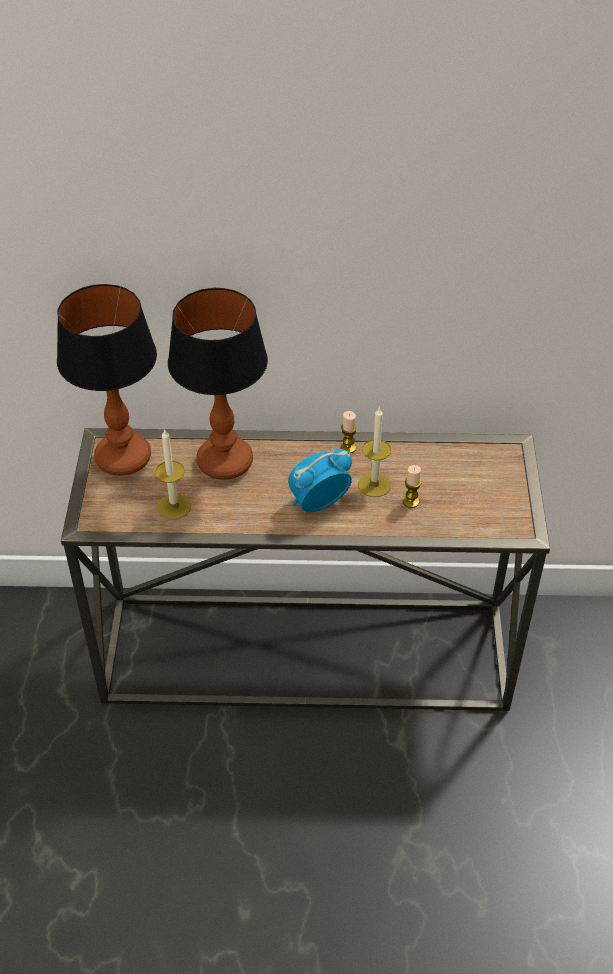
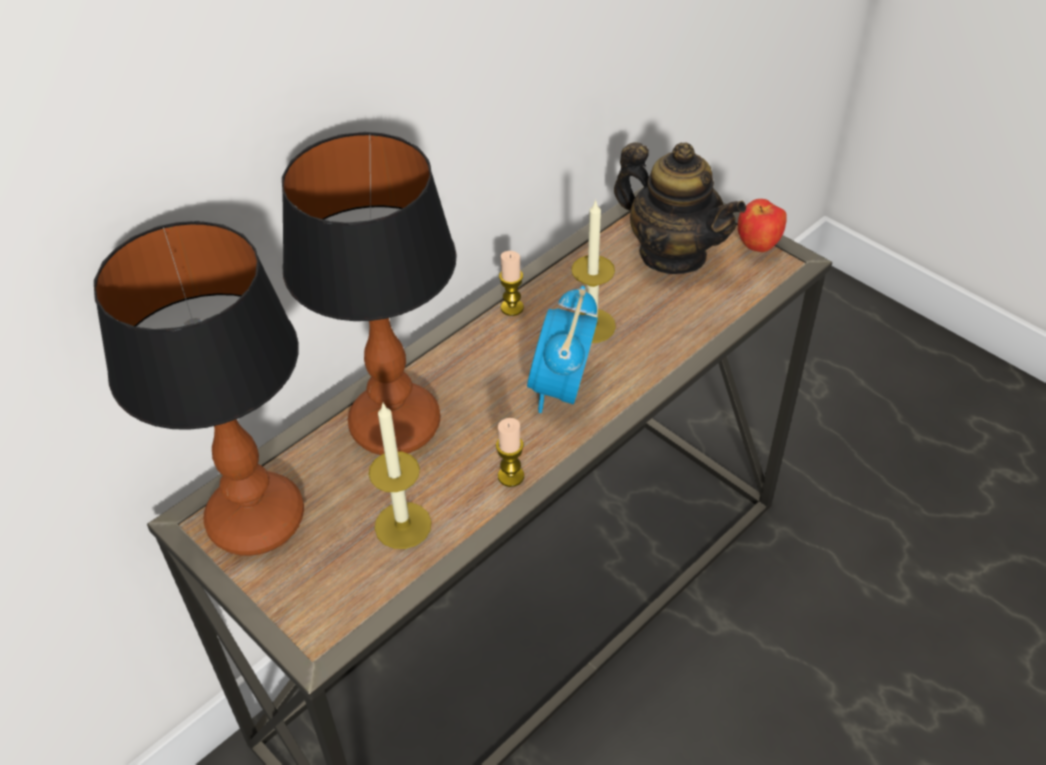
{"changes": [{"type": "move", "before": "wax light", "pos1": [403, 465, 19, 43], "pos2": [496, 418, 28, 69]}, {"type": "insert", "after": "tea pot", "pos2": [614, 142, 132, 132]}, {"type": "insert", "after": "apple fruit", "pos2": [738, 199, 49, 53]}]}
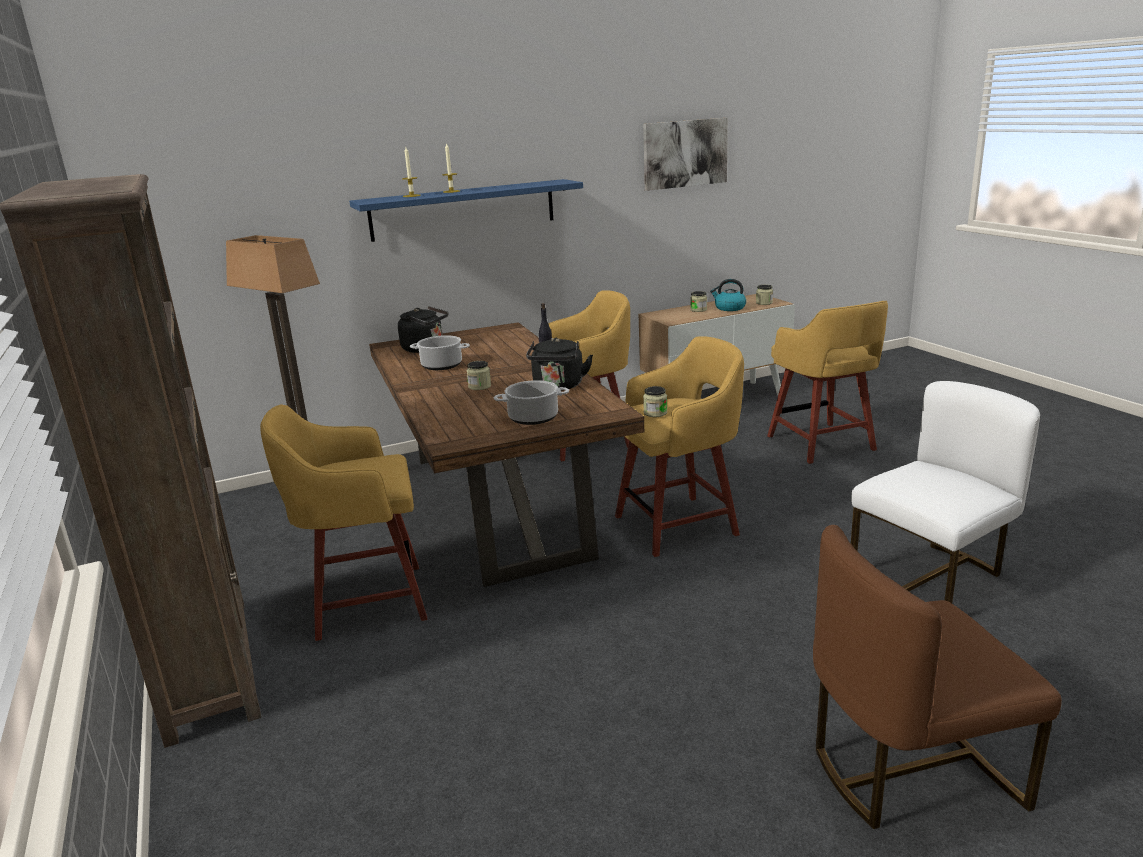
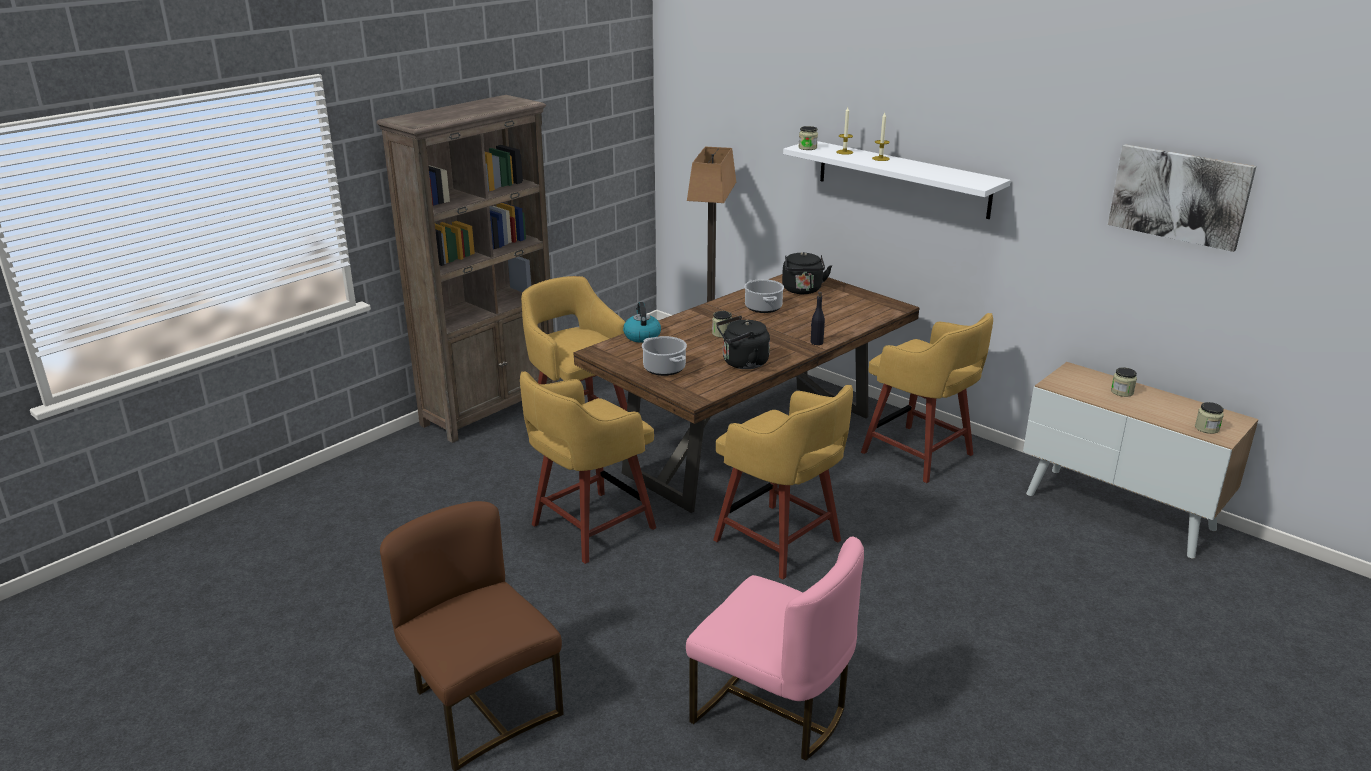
{"changes": [{"type": "recolor", "before": "wall shelf/blue-coloured", "after": "wall shelf/whitish", "pos1": [349, 179, 234, 63], "pos2": [783, 141, 228, 78]}, {"type": "move", "before": "jar", "pos1": [643, 386, 24, 31], "pos2": [799, 126, 19, 24]}, {"type": "move", "before": "water kettle", "pos1": [710, 279, 36, 32], "pos2": [623, 302, 38, 41]}, {"type": "move", "before": "stool/yellowish", "pos1": [767, 301, 121, 163], "pos2": [520, 372, 136, 192]}, {"type": "recolor", "before": "plain chair/whitish", "after": "plain chair/pinkish", "pos1": [851, 381, 189, 222], "pos2": [686, 537, 178, 224]}]}
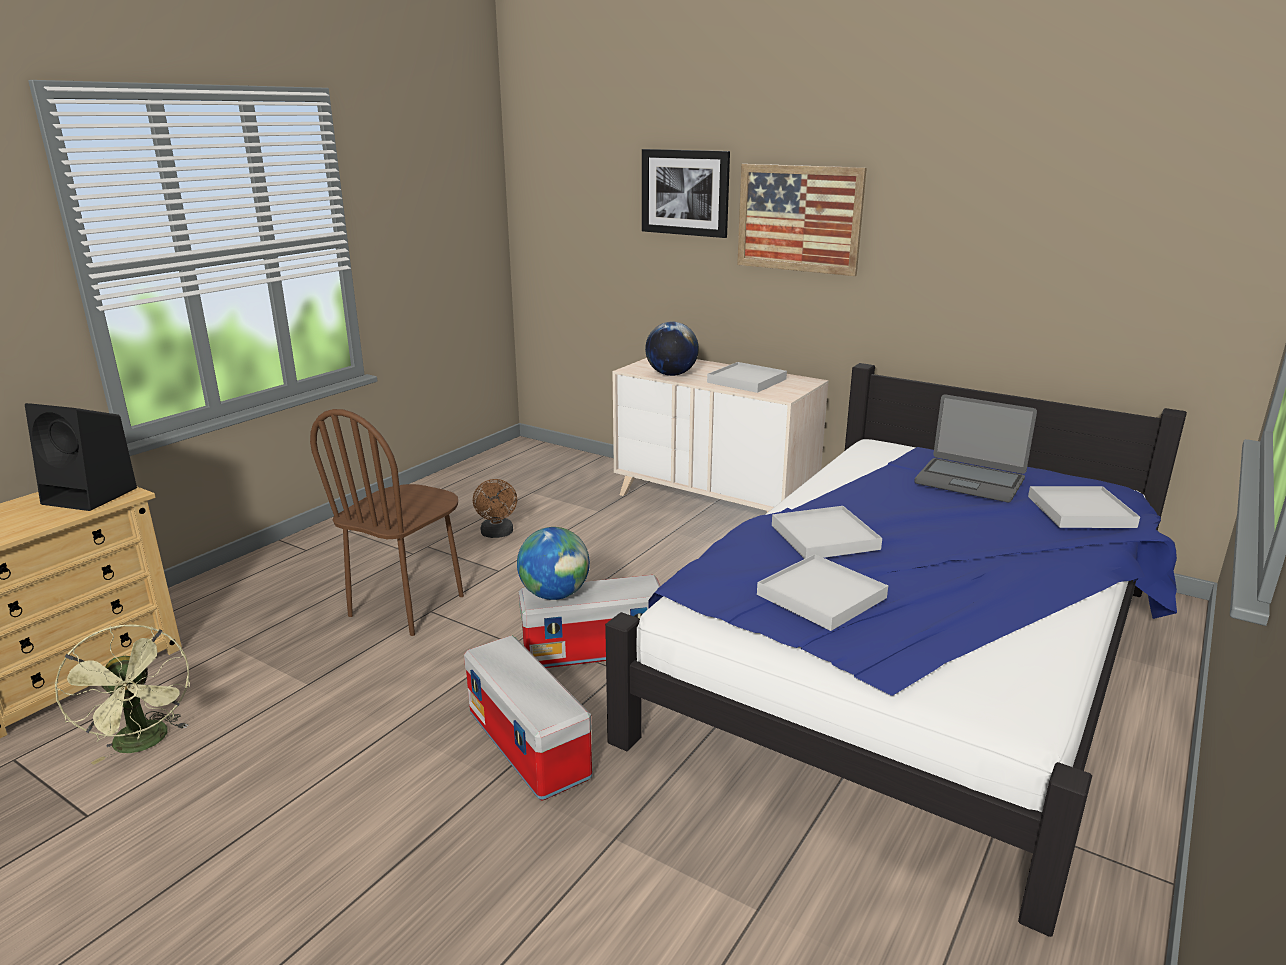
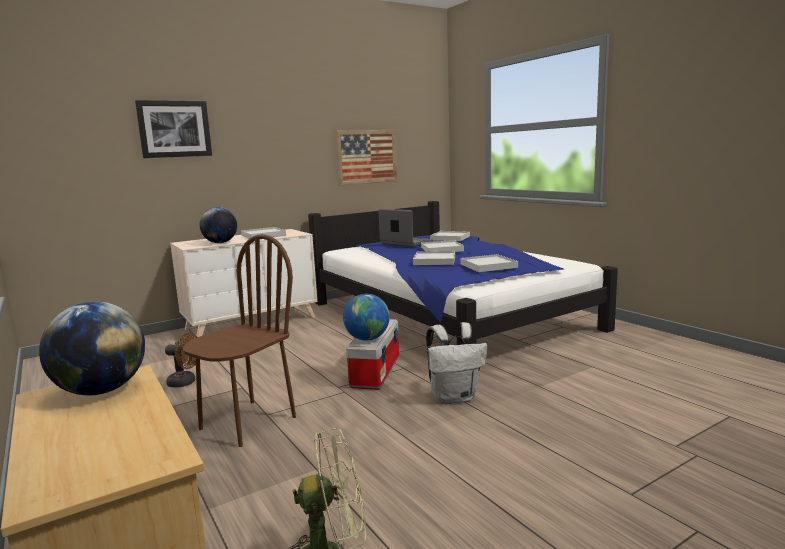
{"changes": [{"type": "replace", "before": "audio speaker/black", "after": "globe", "pos1": [25, 403, 112, 108], "pos2": [39, 301, 106, 94]}, {"type": "rotate", "before": "plain chair/brown", "pos1": [310, 409, 154, 227], "pos2": [182, 234, 114, 213], "turn": -105}, {"type": "replace", "before": "storage box", "after": "backpack/whitish", "pos1": [464, 635, 128, 166], "pos2": [426, 322, 61, 82]}, {"type": "move", "before": "wall picture", "pos1": [737, 164, 130, 112], "pos2": [335, 130, 62, 55]}, {"type": "rotate", "before": "portable computer", "pos1": [914, 394, 123, 108], "pos2": [378, 209, 55, 38], "turn": -105}, {"type": "insert", "after": "serving tray/whitish", "pos2": [421, 240, 43, 12]}]}
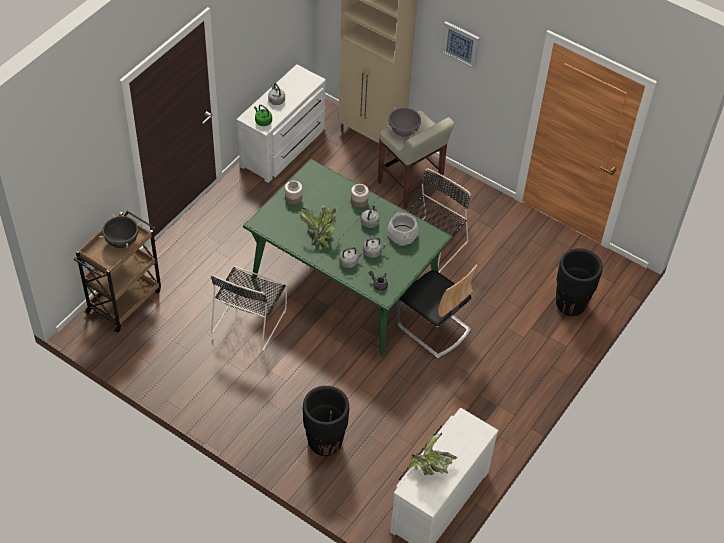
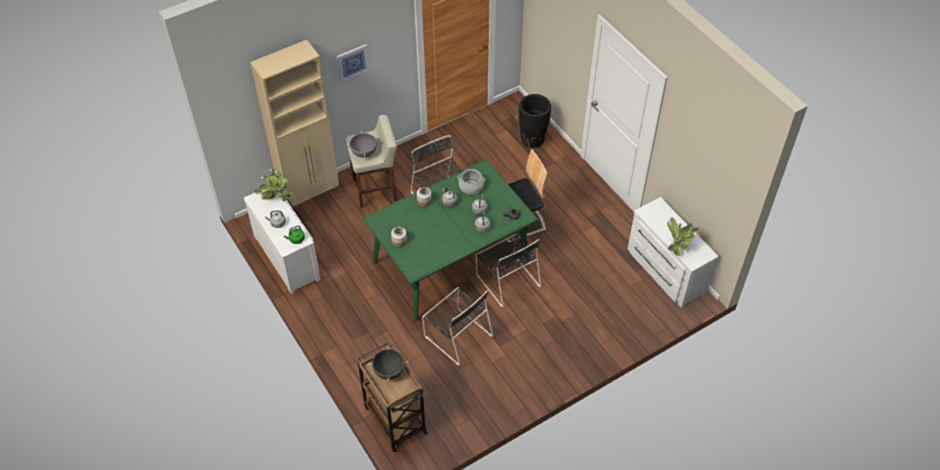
{"changes": [{"type": "move", "before": "plant in a pot", "pos1": [300, 205, 37, 43], "pos2": [254, 169, 38, 33]}, {"type": "delete", "before": "plant pot/black", "pos1": [303, 386, 46, 70]}, {"type": "insert", "after": "plain chair/black", "pos2": [476, 234, 65, 73]}]}
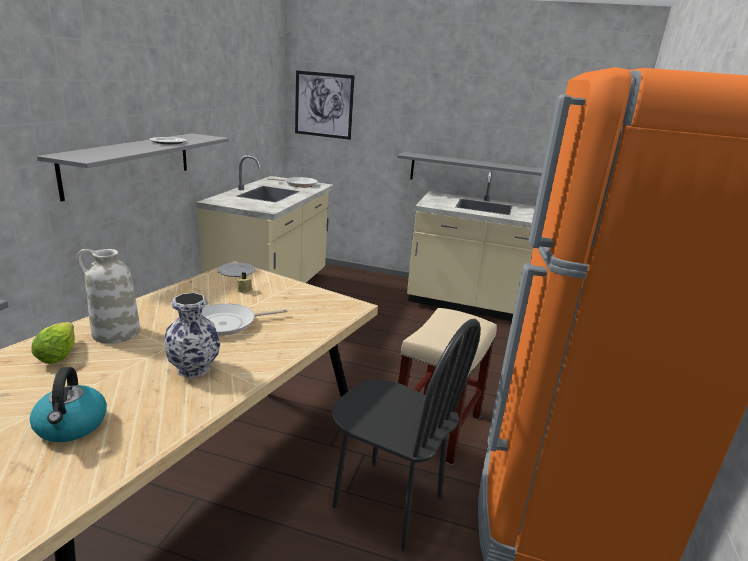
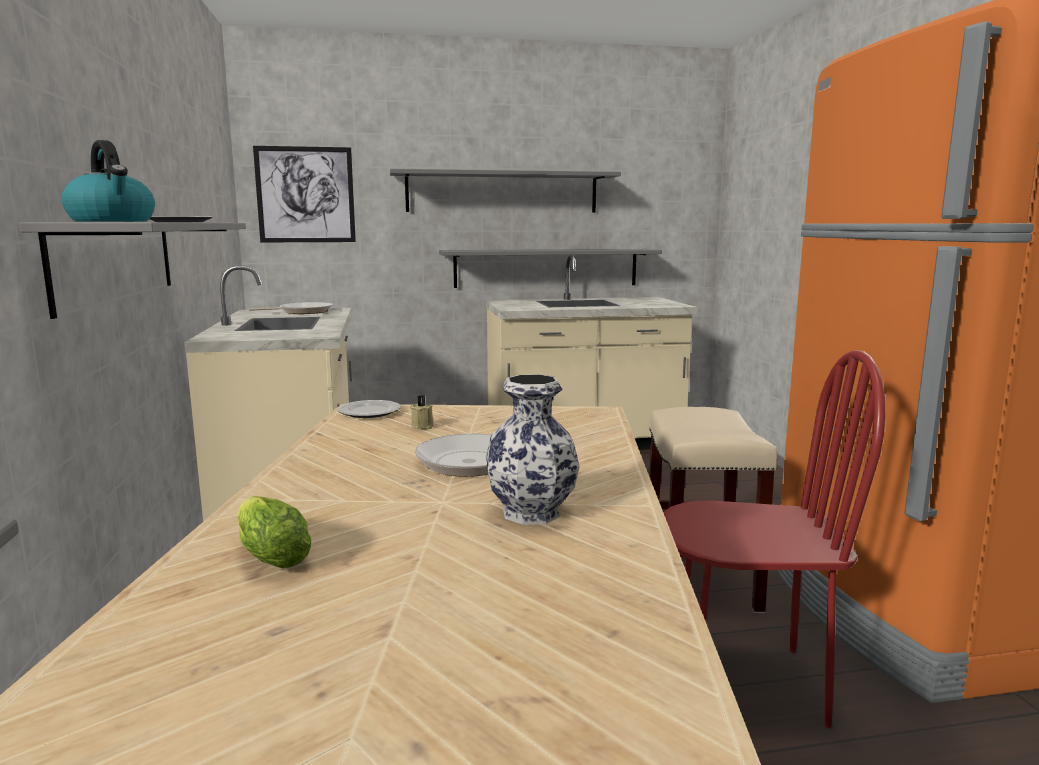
{"changes": [{"type": "move", "before": "water kettle", "pos1": [30, 367, 77, 75], "pos2": [61, 140, 94, 82]}, {"type": "delete", "before": "vase/whitish", "pos1": [77, 249, 63, 95]}, {"type": "recolor", "before": "plain chair/black", "after": "plain chair/reddish", "pos1": [332, 319, 149, 232], "pos2": [663, 350, 222, 378]}, {"type": "insert", "after": "wall shelf/grey", "pos2": [390, 169, 231, 43]}]}
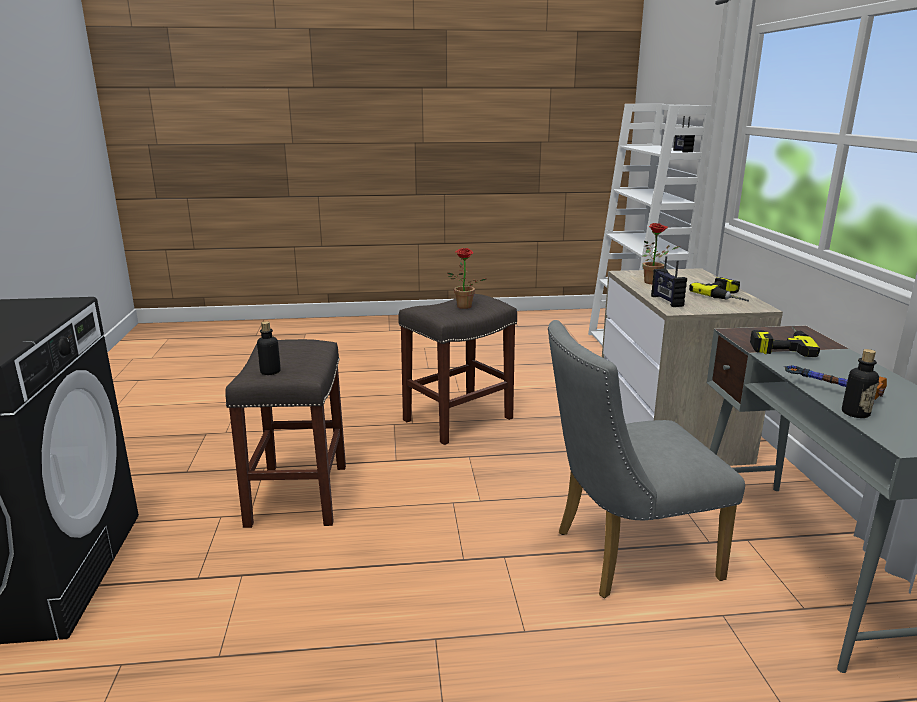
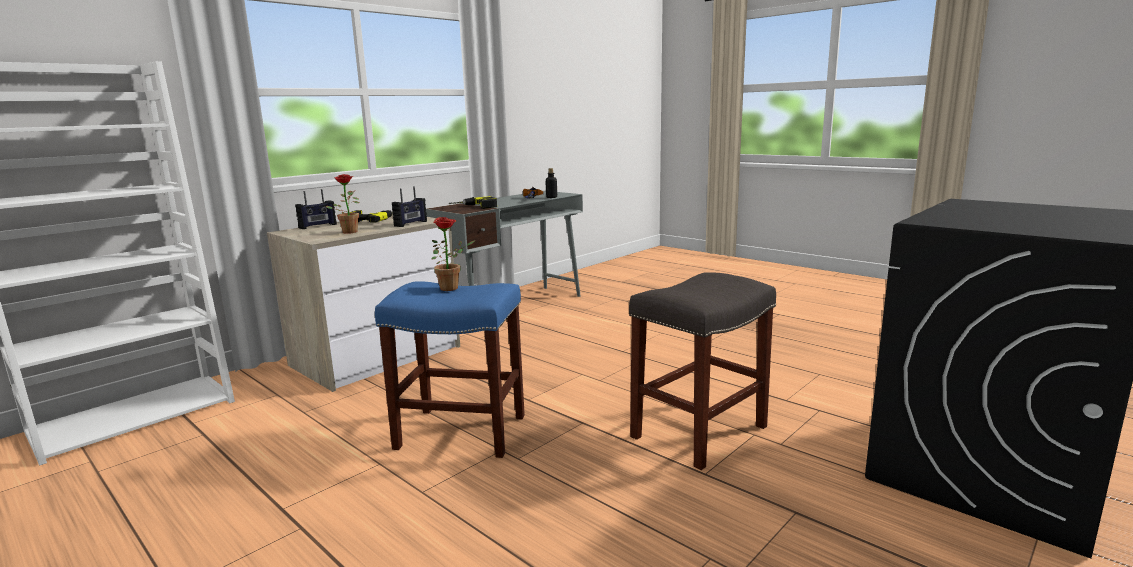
{"changes": [{"type": "delete", "before": "beverage bottle", "pos1": [257, 321, 24, 54]}, {"type": "recolor", "before": "stool/grey", "after": "stool/blue-coloured", "pos1": [398, 294, 119, 151], "pos2": [375, 281, 150, 177]}, {"type": "delete", "before": "plain chair/grey", "pos1": [548, 320, 197, 278]}, {"type": "move", "before": "radio", "pos1": [673, 116, 22, 36], "pos2": [295, 189, 42, 40]}]}
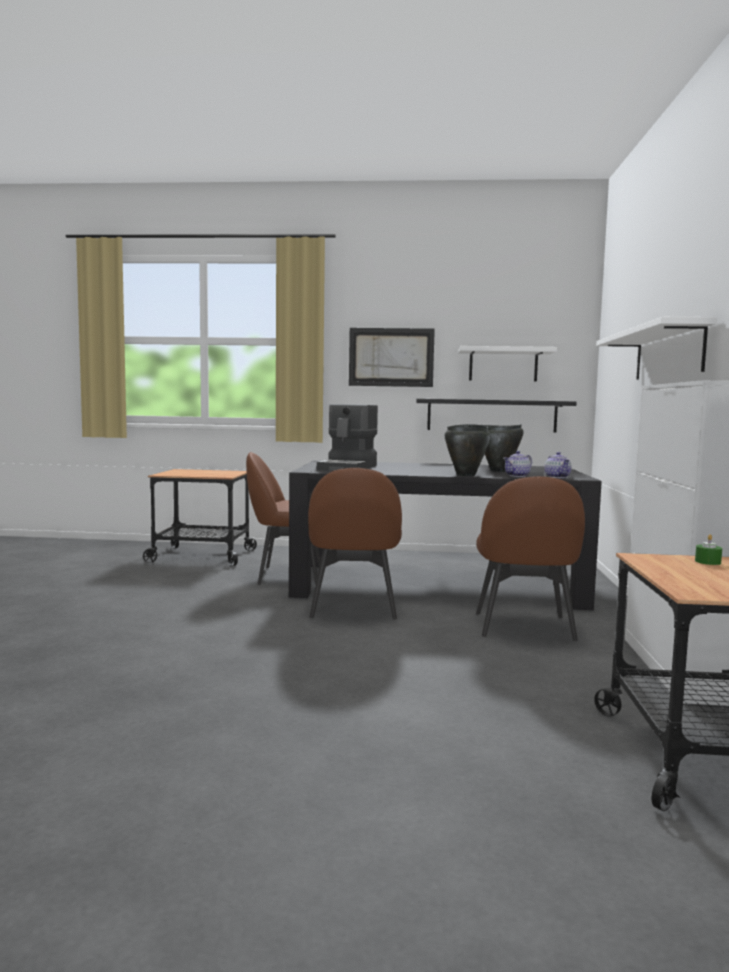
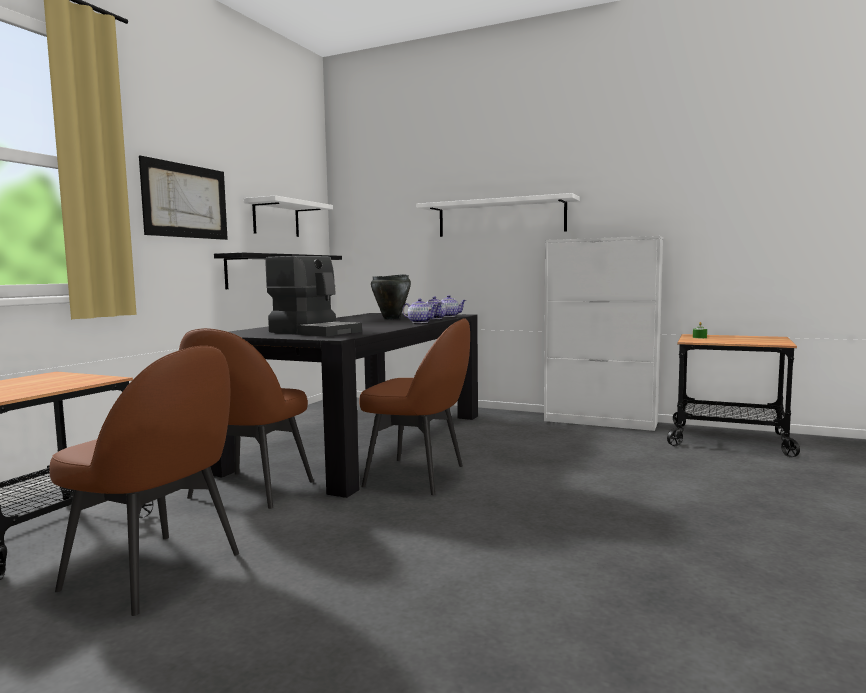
{"changes": [{"type": "replace", "before": "saucepot/black", "after": "tea pot", "pos1": [445, 424, 46, 52], "pos2": [402, 298, 36, 25]}, {"type": "move", "before": "plain chair/brown", "pos1": [476, 476, 109, 165], "pos2": [49, 346, 190, 270]}]}
